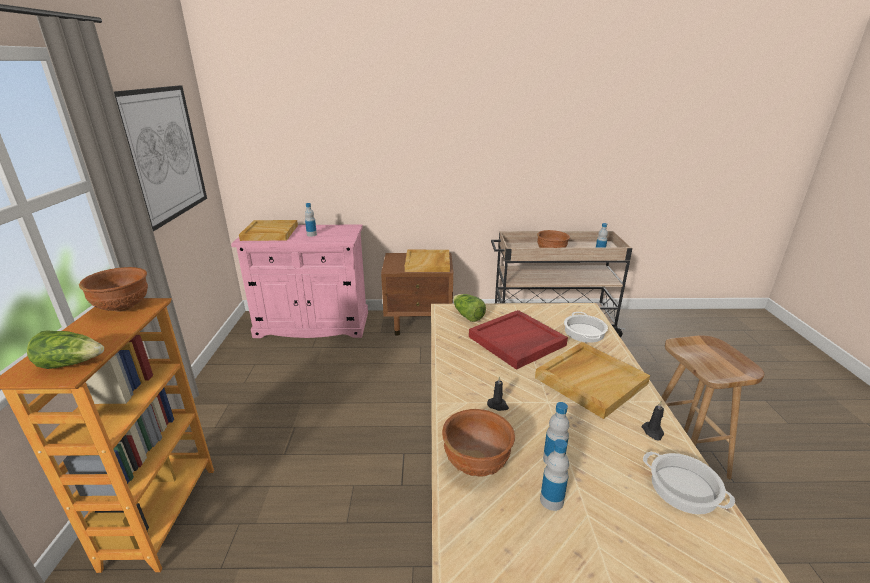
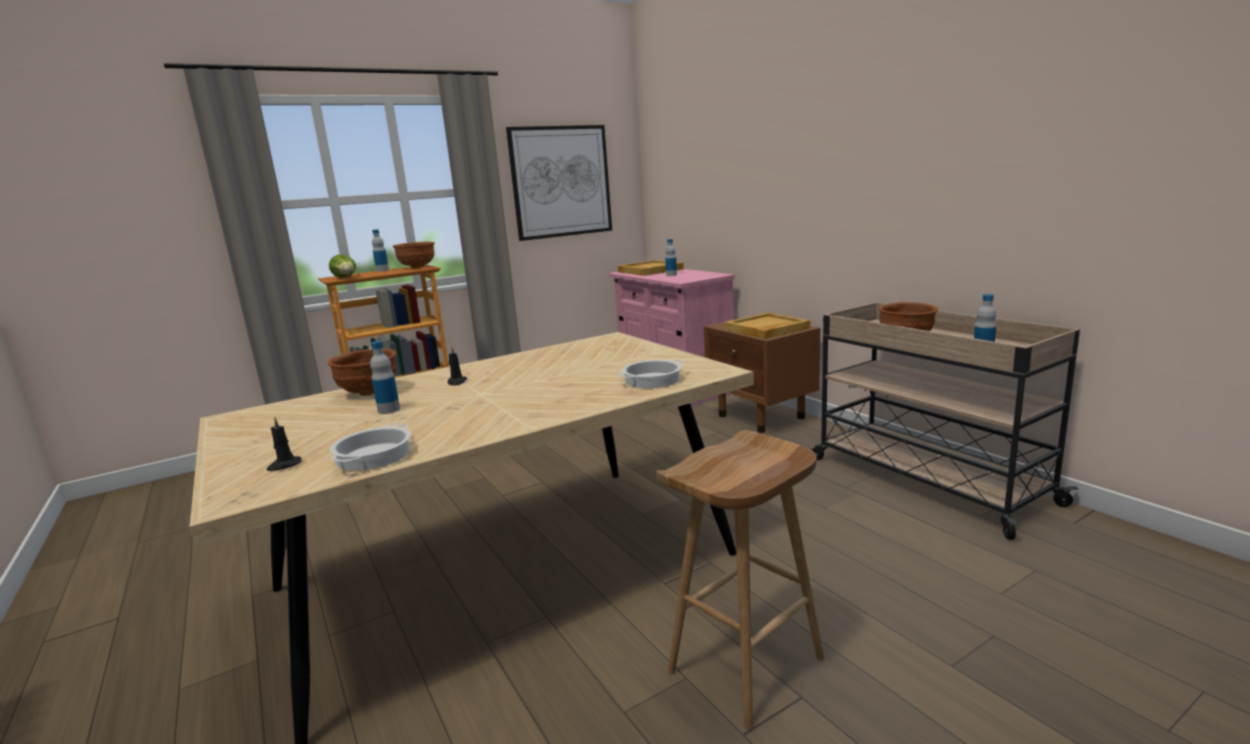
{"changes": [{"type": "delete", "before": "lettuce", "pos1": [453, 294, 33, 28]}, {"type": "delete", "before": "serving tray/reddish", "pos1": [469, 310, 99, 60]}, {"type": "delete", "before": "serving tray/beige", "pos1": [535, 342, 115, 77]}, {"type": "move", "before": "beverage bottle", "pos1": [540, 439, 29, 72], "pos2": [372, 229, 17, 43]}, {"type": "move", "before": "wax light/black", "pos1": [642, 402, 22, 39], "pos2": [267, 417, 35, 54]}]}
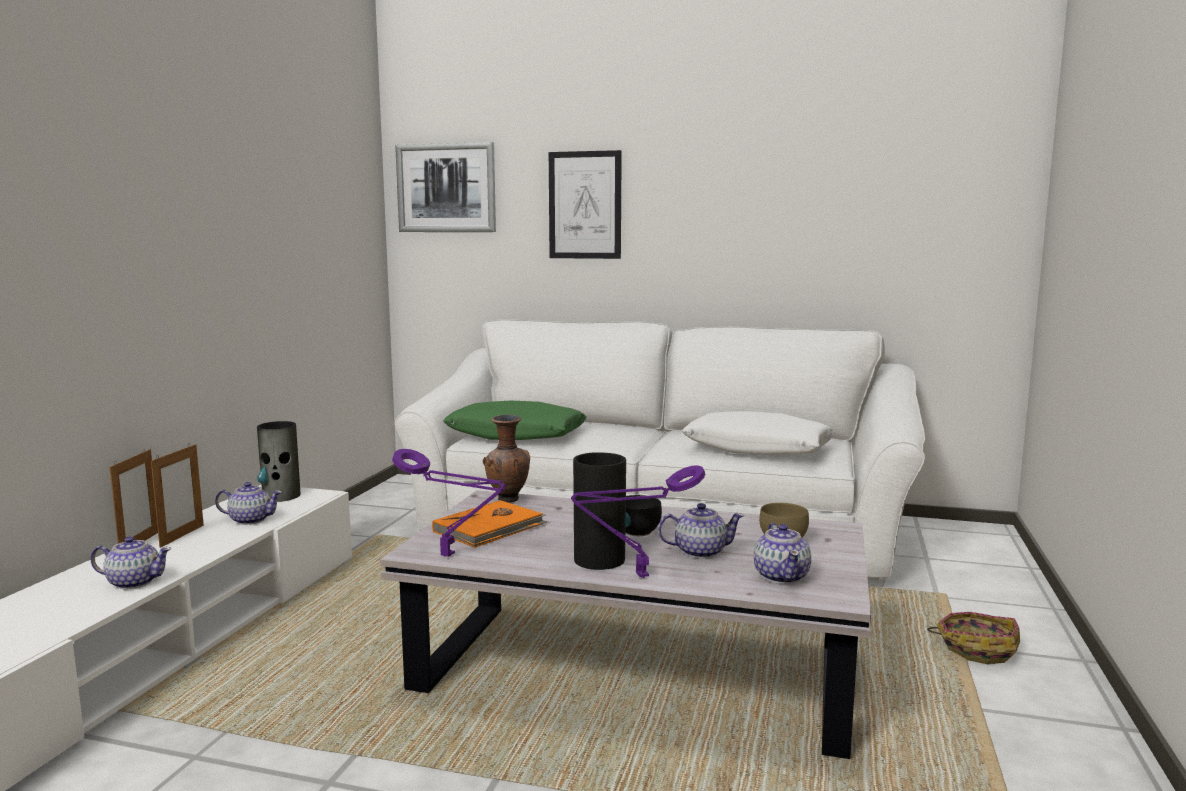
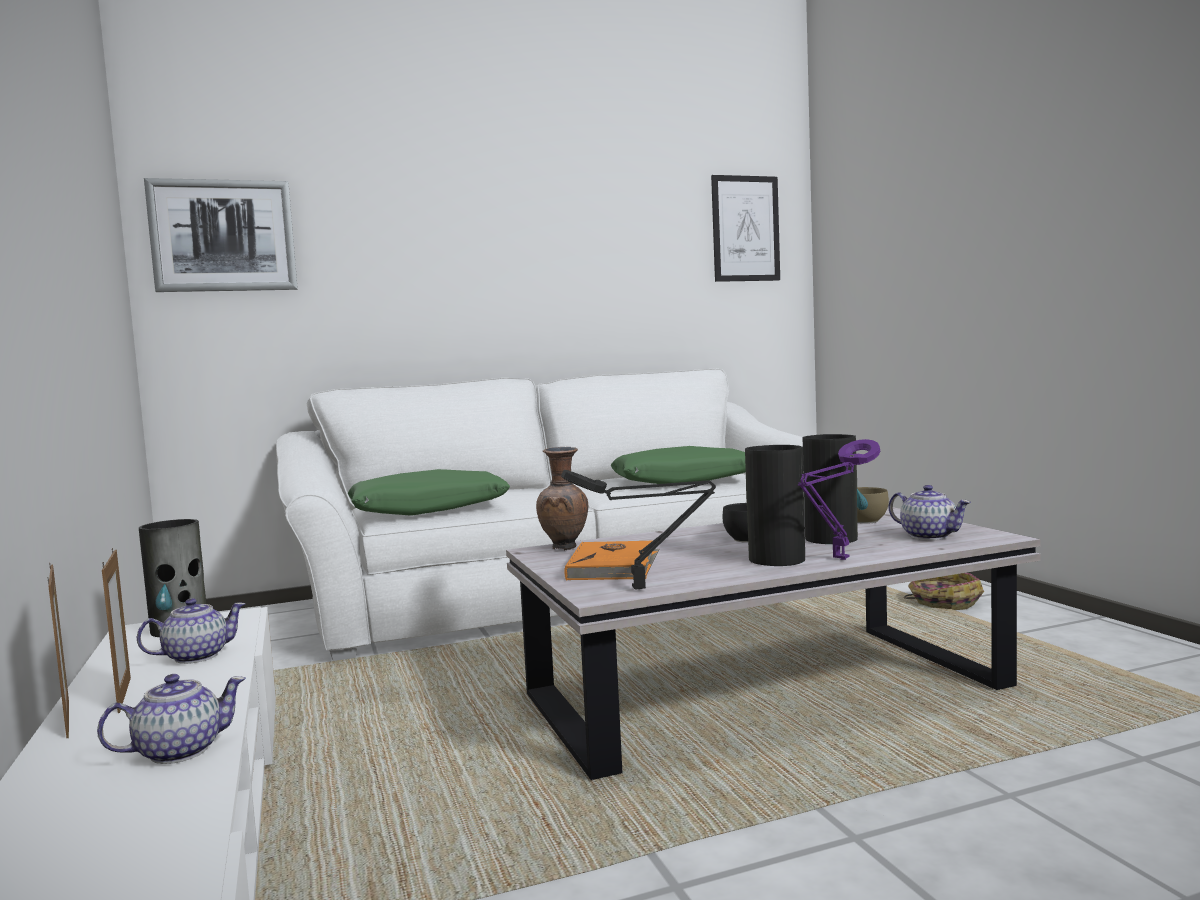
{"changes": [{"type": "recolor", "before": "lamp for a table/purple", "after": "lamp for a table/black", "pos1": [392, 449, 113, 108], "pos2": [561, 470, 155, 119]}, {"type": "move", "before": "wall picture", "pos1": [549, 150, 73, 109], "pos2": [711, 175, 69, 107]}, {"type": "replace", "before": "tea pot", "after": "vase", "pos1": [658, 503, 86, 55], "pos2": [803, 434, 65, 110]}, {"type": "recolor", "before": "throw pillow/whitish", "after": "throw pillow/green", "pos1": [682, 411, 153, 44], "pos2": [611, 446, 135, 38]}]}
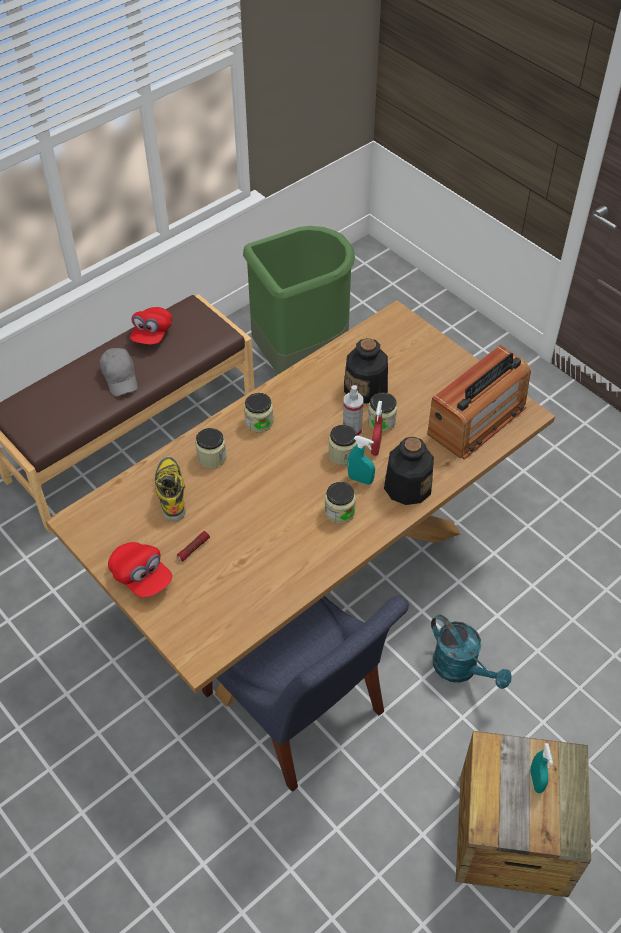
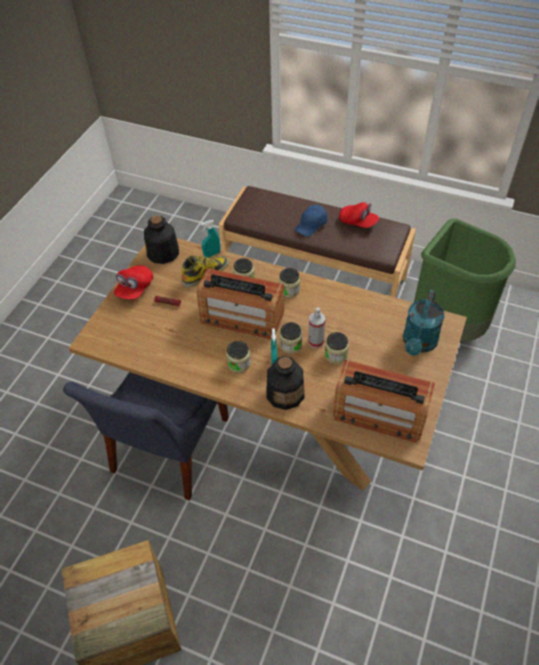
{"changes": [{"type": "recolor", "before": "cap/grey", "after": "cap/blue-coloured", "pos1": [100, 348, 38, 48], "pos2": [295, 205, 33, 32]}, {"type": "rotate", "before": "cap/reddish", "pos1": [130, 307, 42, 37], "pos2": [339, 202, 40, 26], "turn": -135}, {"type": "move", "before": "beverage bottle", "pos1": [344, 338, 44, 66], "pos2": [144, 215, 35, 49]}, {"type": "delete", "before": "spray bottle/reddish", "pos1": [371, 401, 12, 55]}, {"type": "move", "before": "watering can/blue-green", "pos1": [431, 614, 80, 75], "pos2": [403, 290, 42, 65]}, {"type": "move", "before": "spray bottle/blue-green", "pos1": [530, 743, 23, 50], "pos2": [201, 220, 19, 38]}, {"type": "insert", "after": "radio", "pos2": [197, 268, 87, 71]}]}
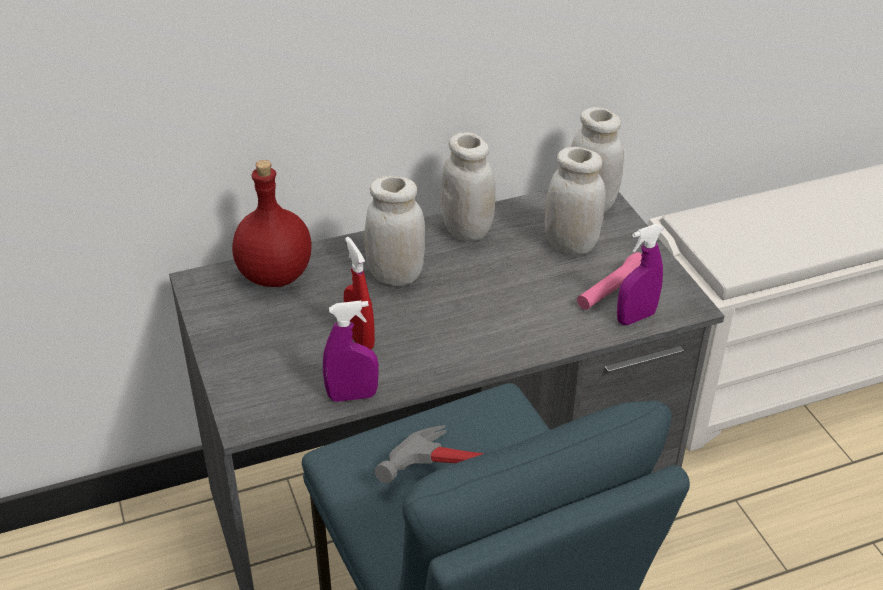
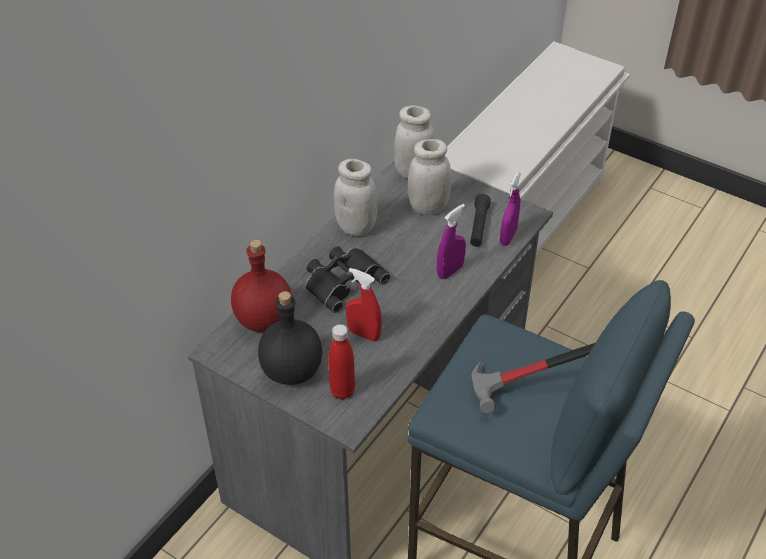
{"changes": [{"type": "move", "before": "spray bottle/purple", "pos1": [323, 301, 56, 101], "pos2": [437, 204, 29, 75]}, {"type": "replace", "before": "jar/whitish", "after": "field glasses/black", "pos1": [364, 176, 61, 110], "pos2": [305, 246, 85, 67]}, {"type": "recolor", "before": "torch/pinkish", "after": "torch/black", "pos1": [577, 252, 65, 58], "pos2": [470, 194, 21, 53]}, {"type": "insert", "after": "beverage bottle/black", "pos2": [258, 291, 64, 94]}, {"type": "insert", "after": "beverage bottle/reddish", "pos2": [328, 324, 27, 76]}]}
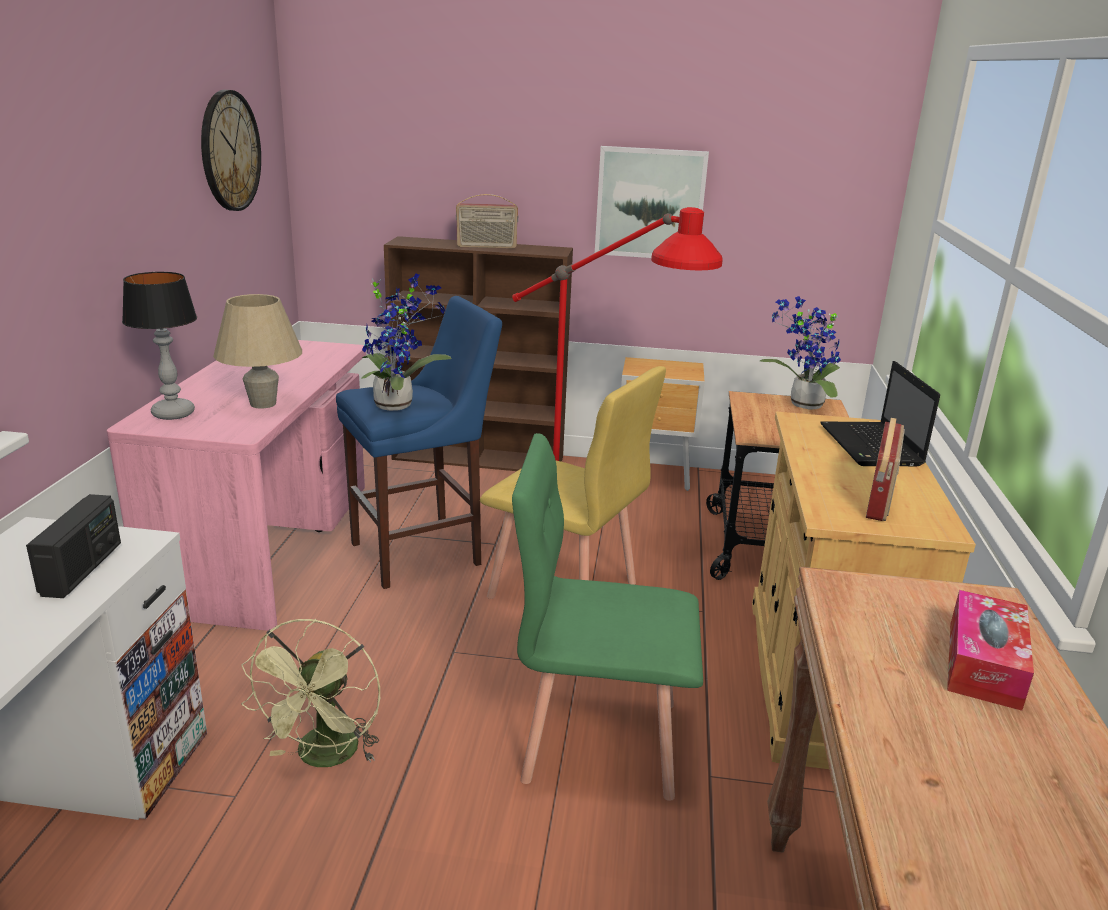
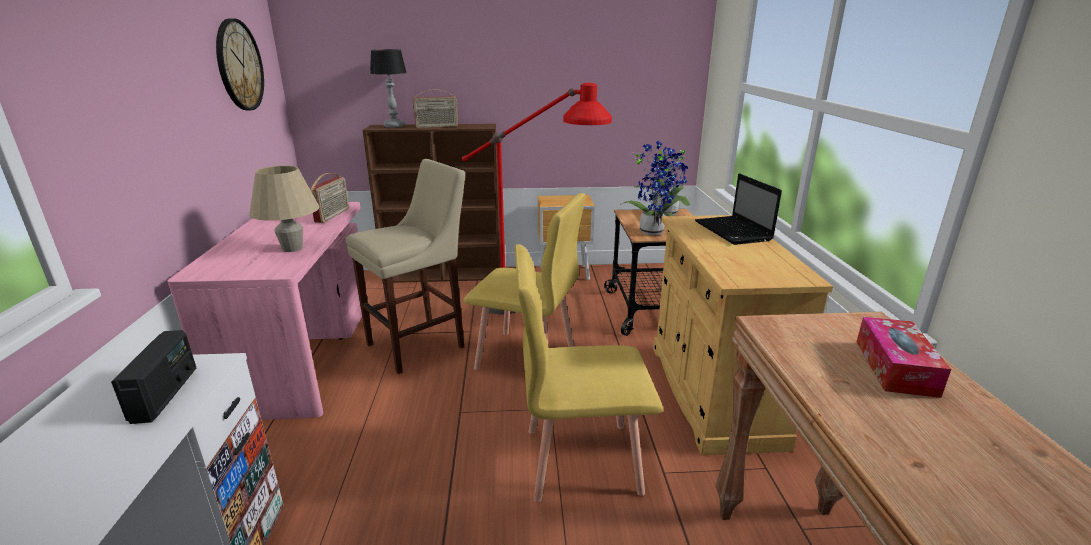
{"changes": [{"type": "move", "before": "lamp for a table", "pos1": [122, 272, 75, 148], "pos2": [370, 50, 37, 78]}, {"type": "delete", "before": "fan/green", "pos1": [241, 619, 139, 148]}, {"type": "recolor", "before": "stool/blue-coloured", "after": "stool/beige", "pos1": [336, 296, 166, 293], "pos2": [346, 159, 119, 215]}, {"type": "move", "before": "plant in a pot", "pos1": [362, 274, 90, 137], "pos2": [620, 147, 68, 88]}, {"type": "recolor", "before": "plain chair/green", "after": "plain chair/yellowish", "pos1": [512, 433, 191, 368], "pos2": [515, 244, 148, 258]}, {"type": "delete", "before": "wall picture", "pos1": [595, 146, 114, 112]}, {"type": "move", "before": "radio", "pos1": [866, 418, 39, 103], "pos2": [310, 173, 39, 50]}]}
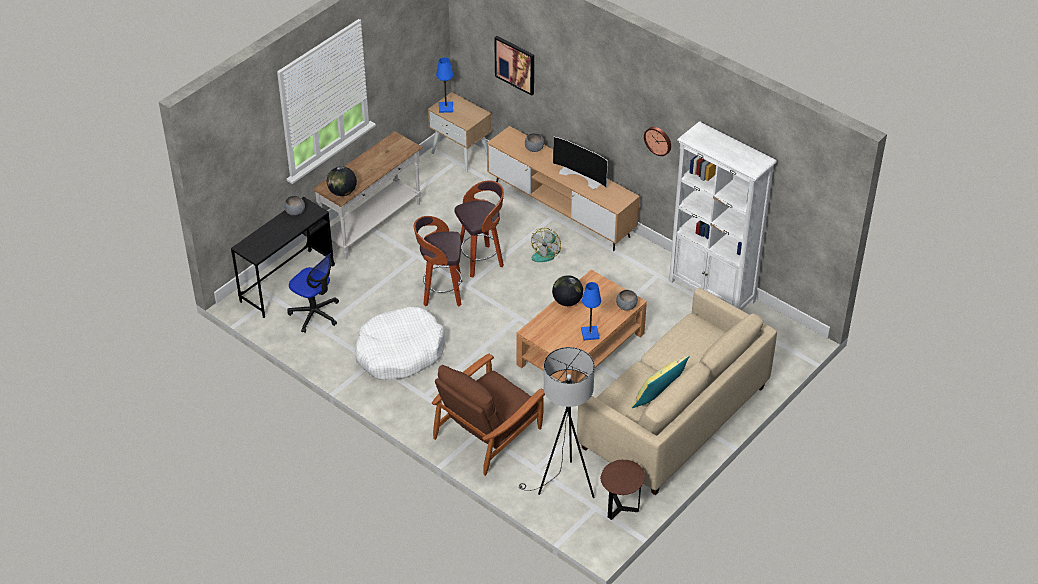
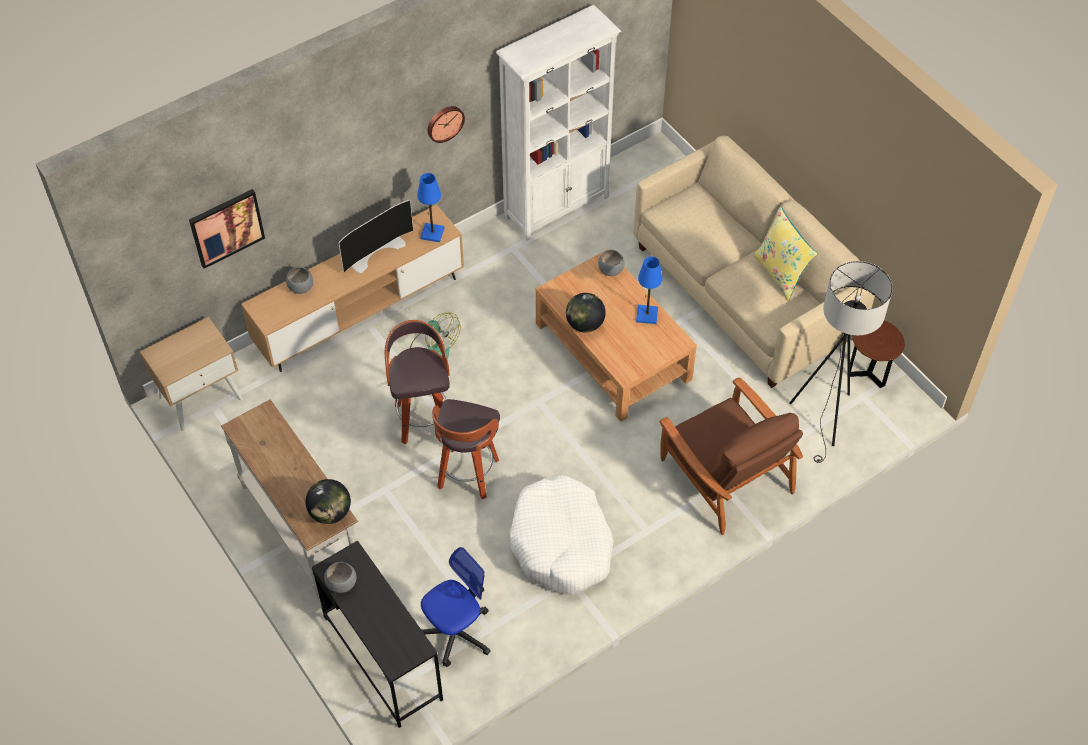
{"changes": [{"type": "move", "before": "lamp for a table/blue-coloured", "pos1": [436, 57, 17, 56], "pos2": [417, 173, 27, 69]}]}
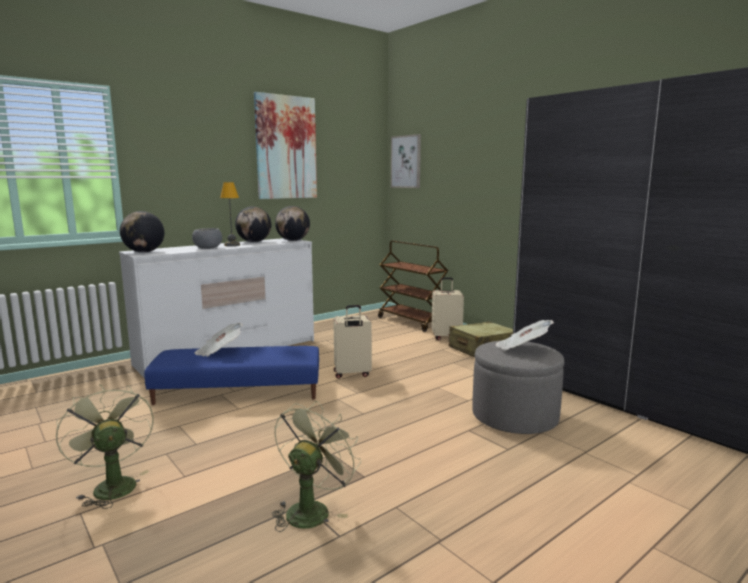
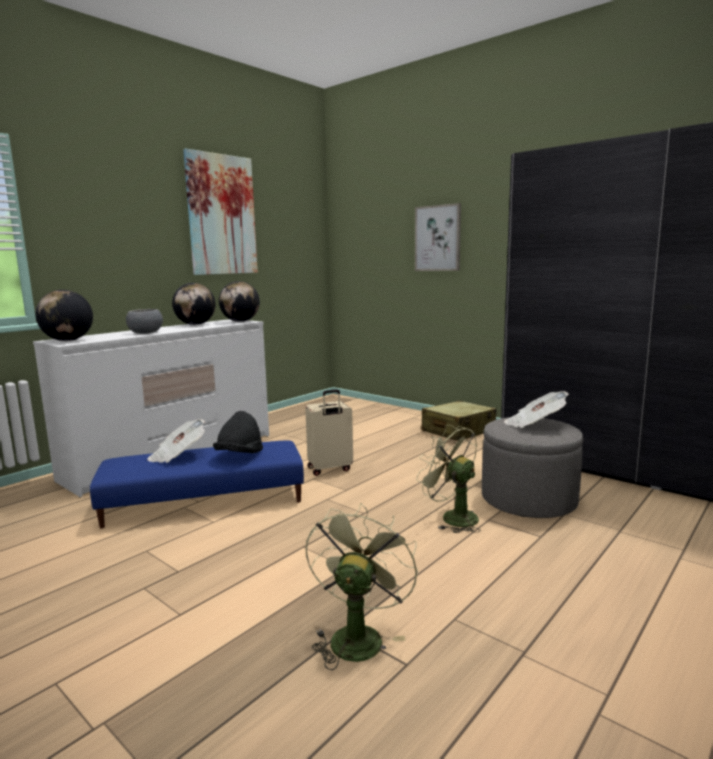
{"changes": [{"type": "move", "before": "fan/green", "pos1": [56, 384, 98, 125], "pos2": [416, 425, 65, 108]}, {"type": "delete", "before": "lamp for a table", "pos1": [220, 182, 20, 64]}, {"type": "delete", "before": "wheeled cart/brown", "pos1": [378, 241, 70, 91]}, {"type": "move", "before": "wall picture", "pos1": [391, 134, 30, 54], "pos2": [415, 203, 46, 68]}, {"type": "delete", "before": "piece of luggage/beige", "pos1": [432, 277, 32, 63]}, {"type": "insert", "after": "hat/black", "pos2": [213, 411, 50, 42]}]}
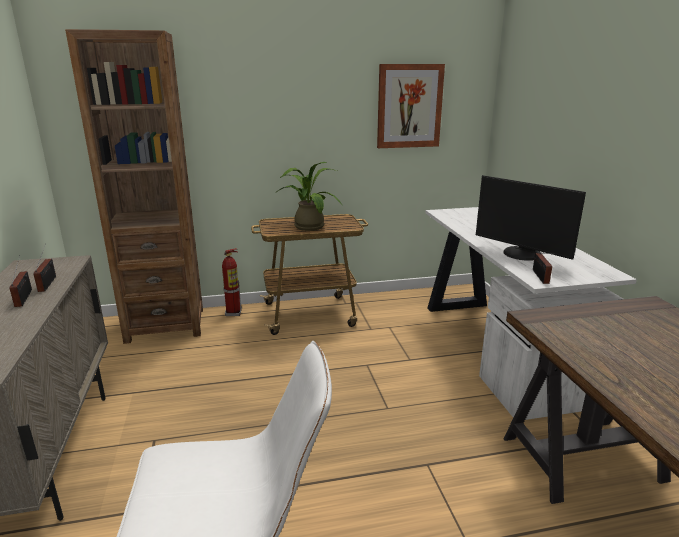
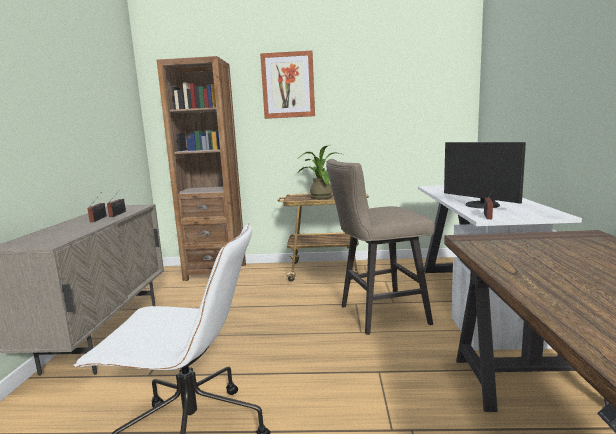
{"changes": [{"type": "delete", "before": "fire extinguisher", "pos1": [222, 248, 20, 68]}, {"type": "move", "before": "wall picture", "pos1": [377, 64, 68, 84], "pos2": [260, 51, 55, 68]}, {"type": "insert", "after": "stool/beige", "pos2": [326, 159, 109, 176]}]}
